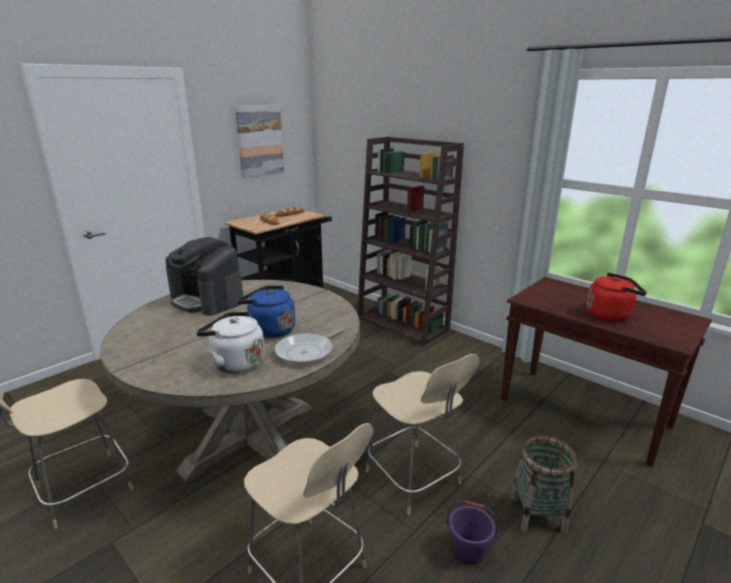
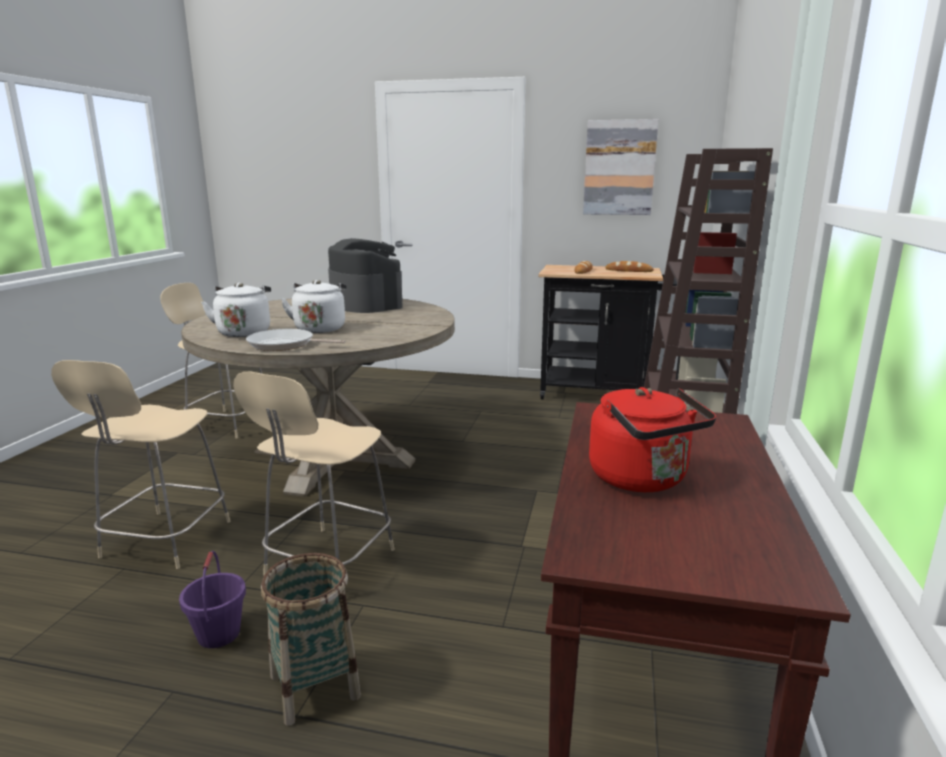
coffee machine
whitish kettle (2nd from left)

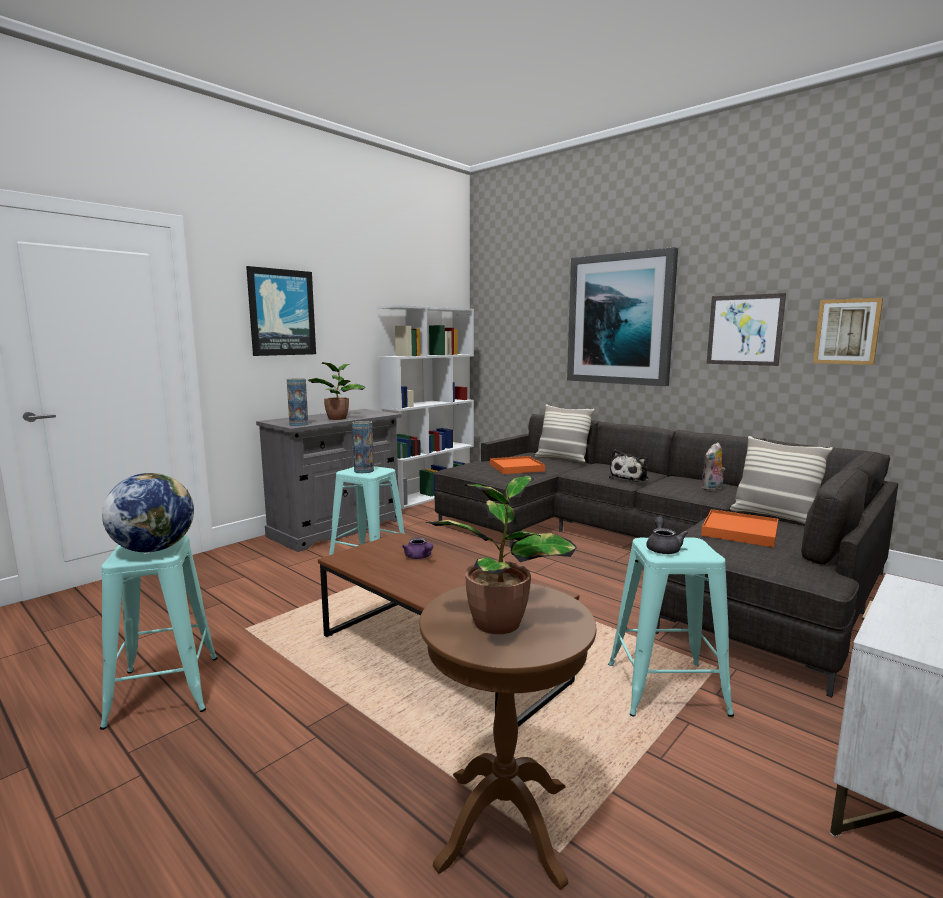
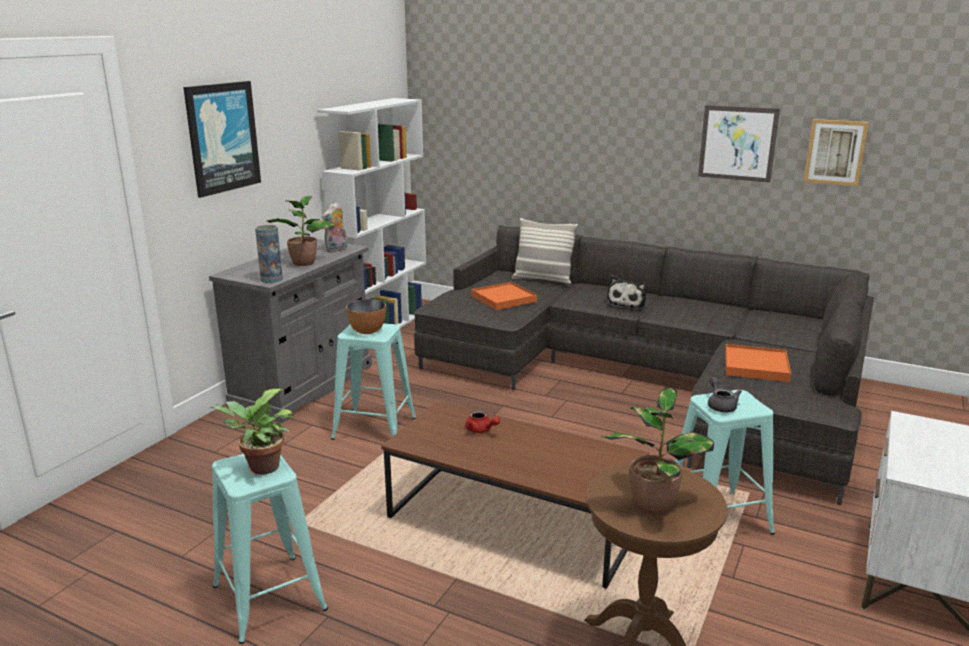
houseplant (1st from left)
bowl
reddish pot for tea
wall art (2nd from left in the first image)
plush toy (1st from left)
throw pillow (2nd from left in the first image)

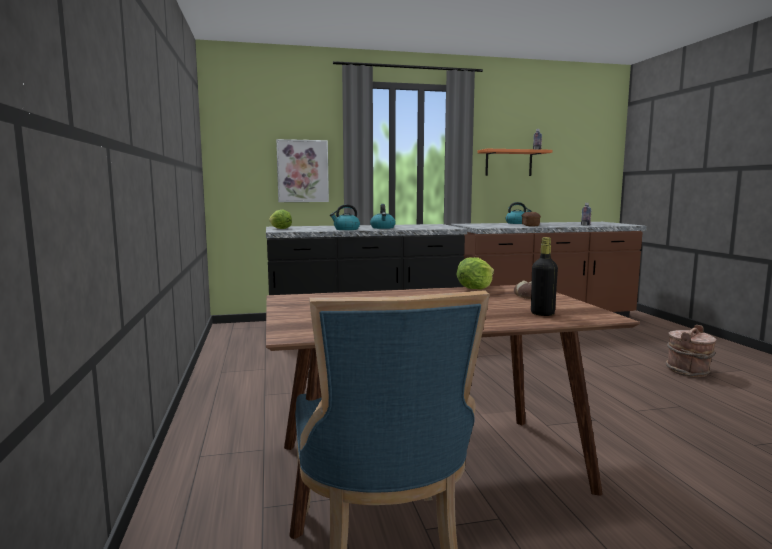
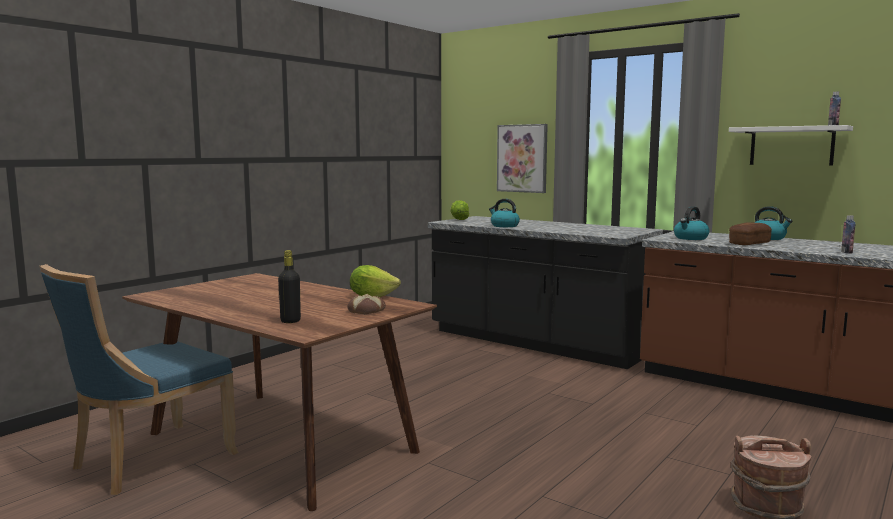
kettle (2nd from left)
whitish wall shelf

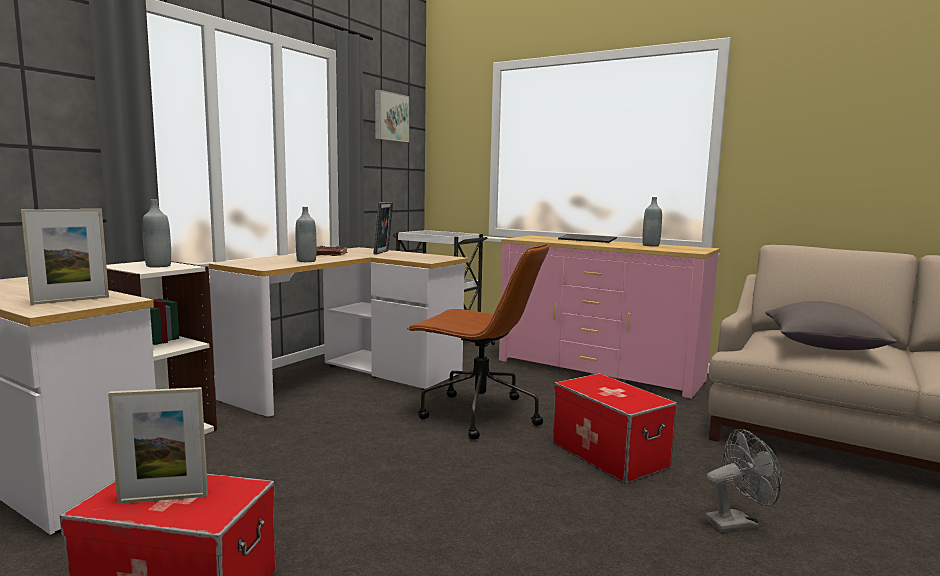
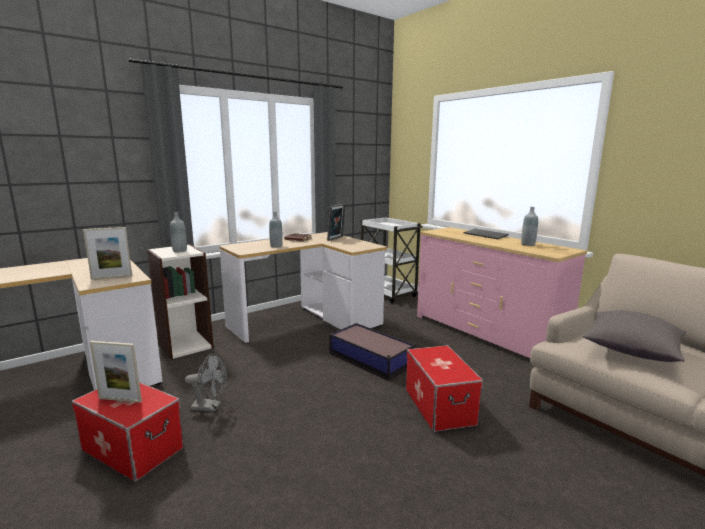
wall art
storage box (2nd from left)
grey fan

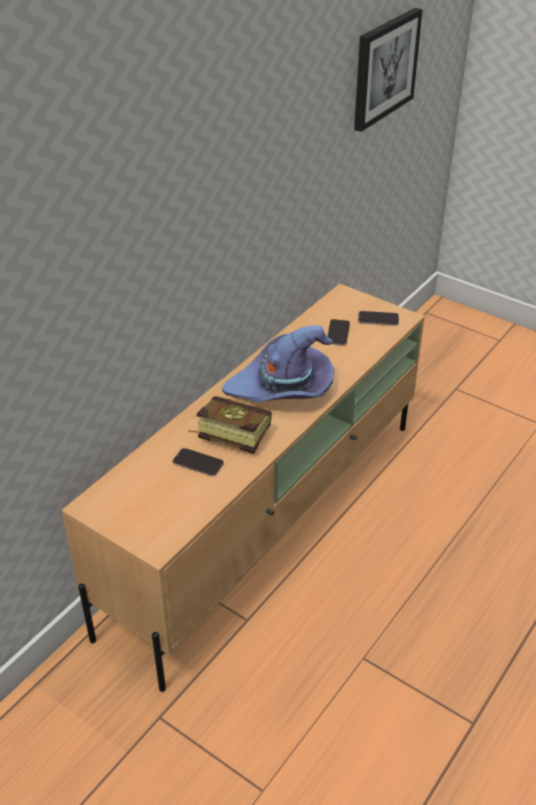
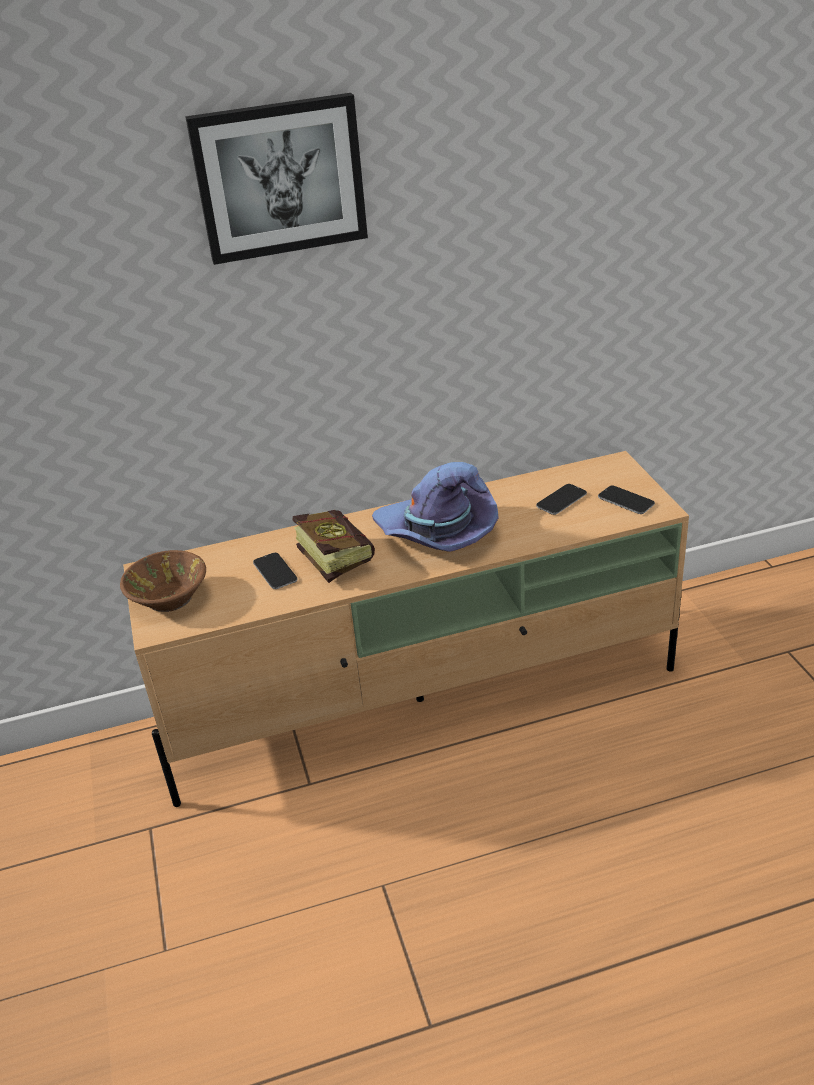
wall art
brownish bowl

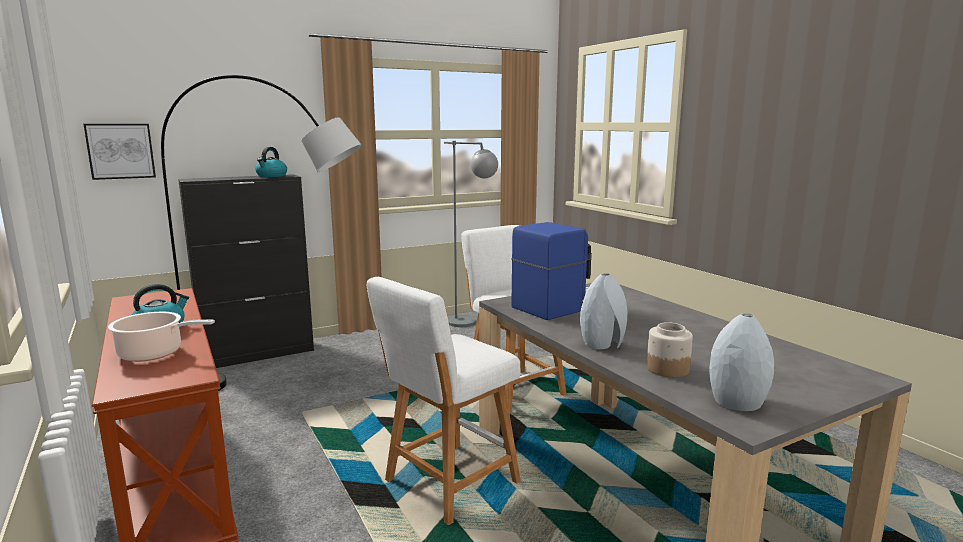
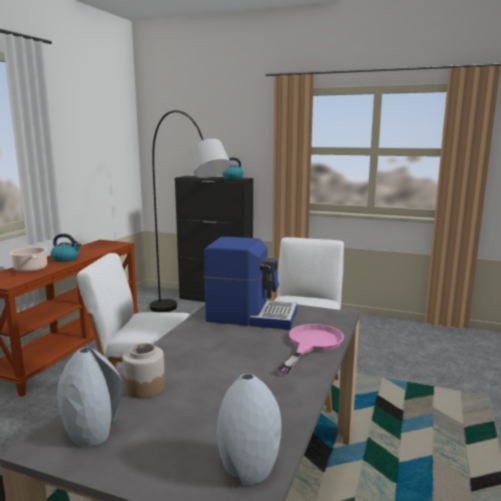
wall art
grey floor lamp (2nd from left in the first image)
grey vase (2nd from left)
pinkish skillet

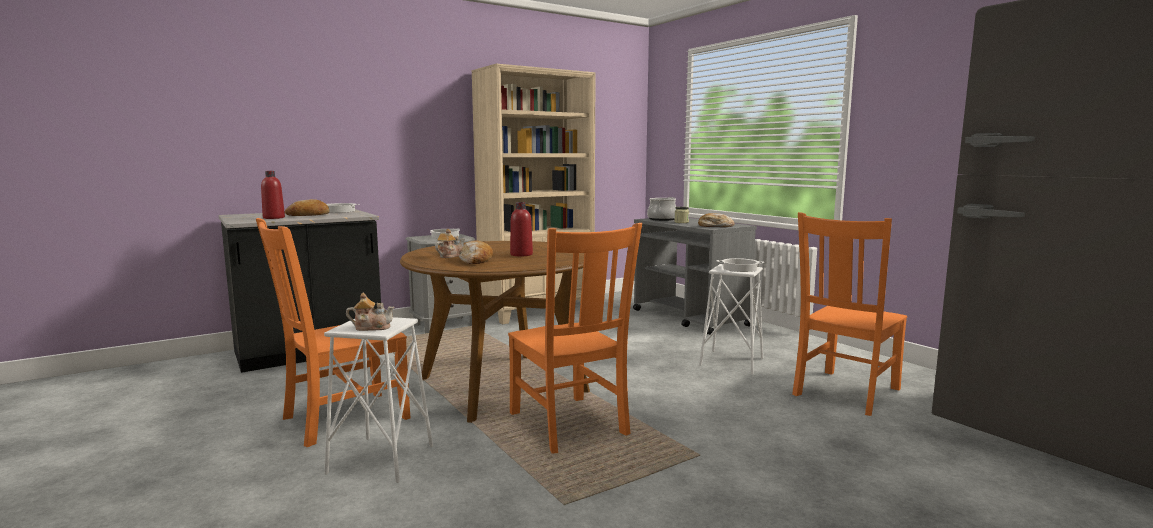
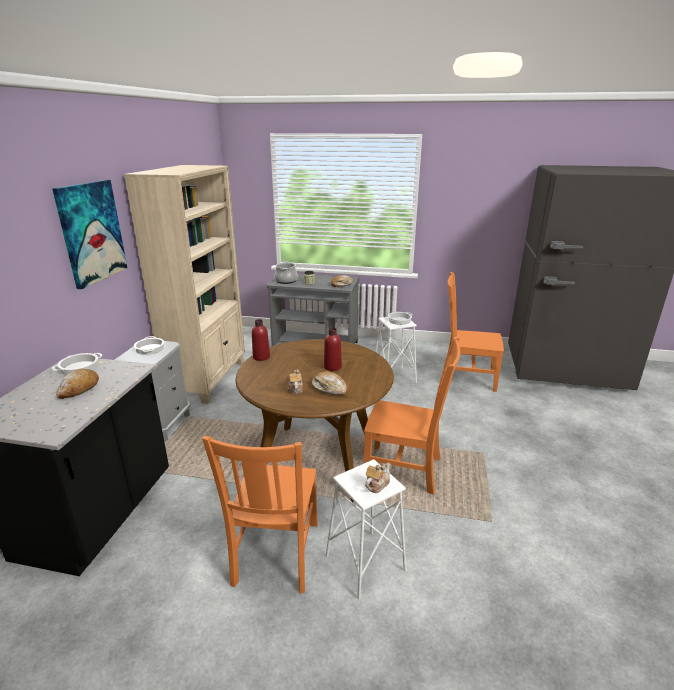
reddish drink bottle (1st from left)
orange-coloured plain chair (3rd from left)
wall art

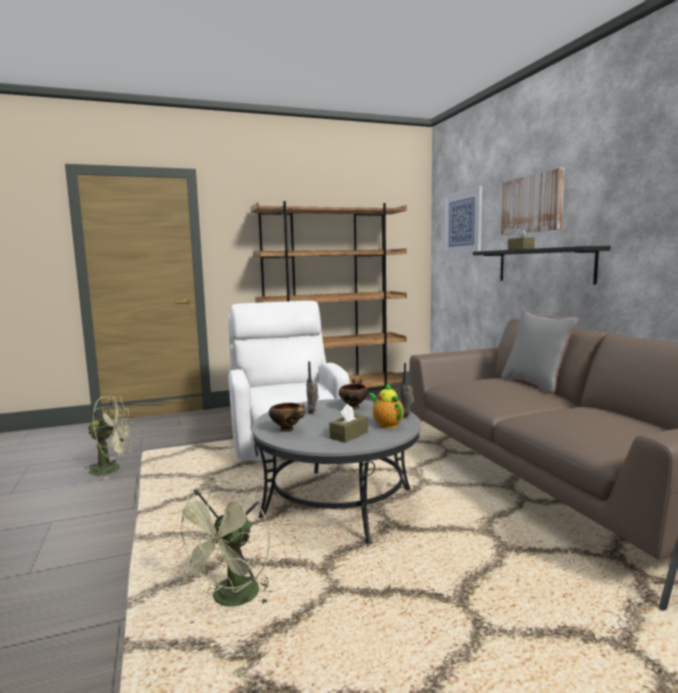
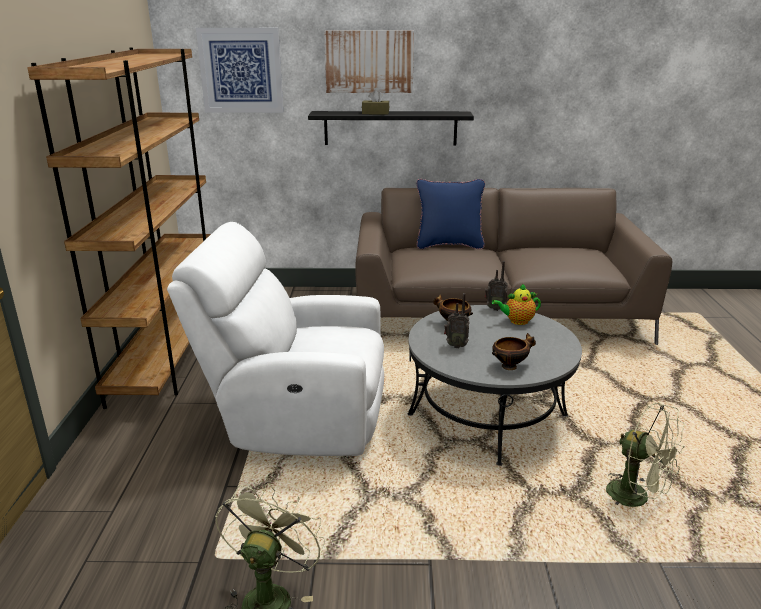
brownish box of tissues (1st from left in the first image)
blue throw pillow

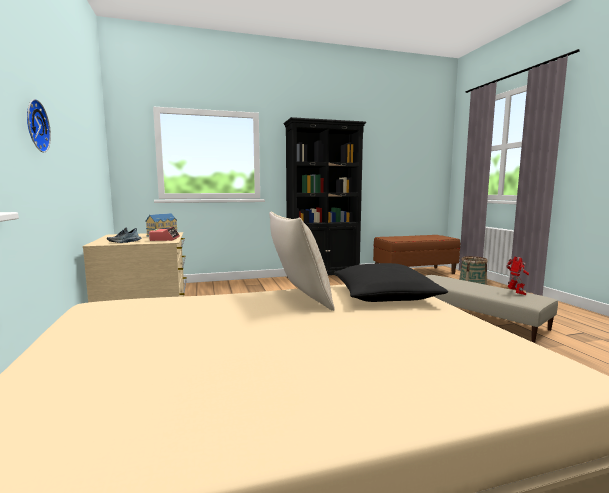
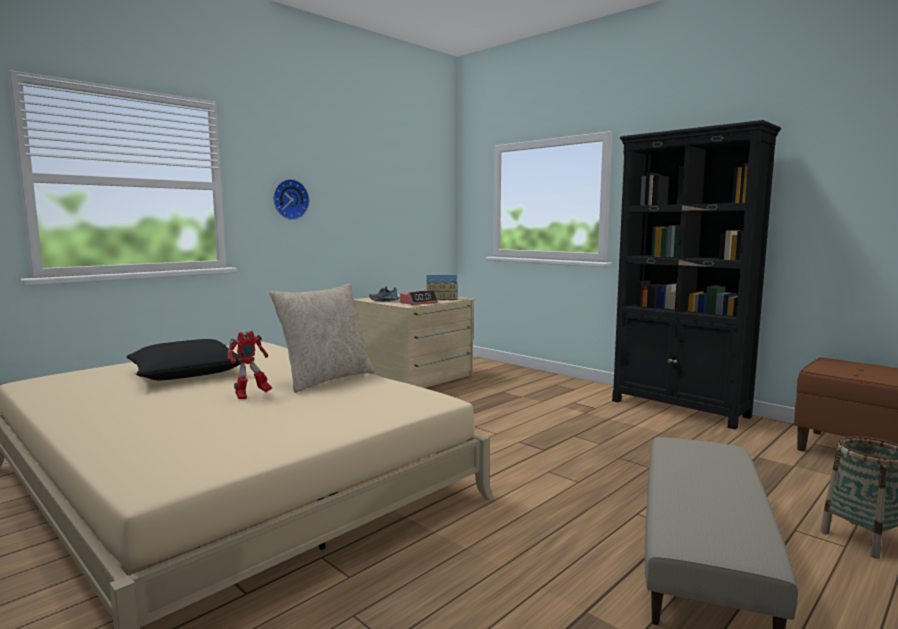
blackish throw pillow
model robot

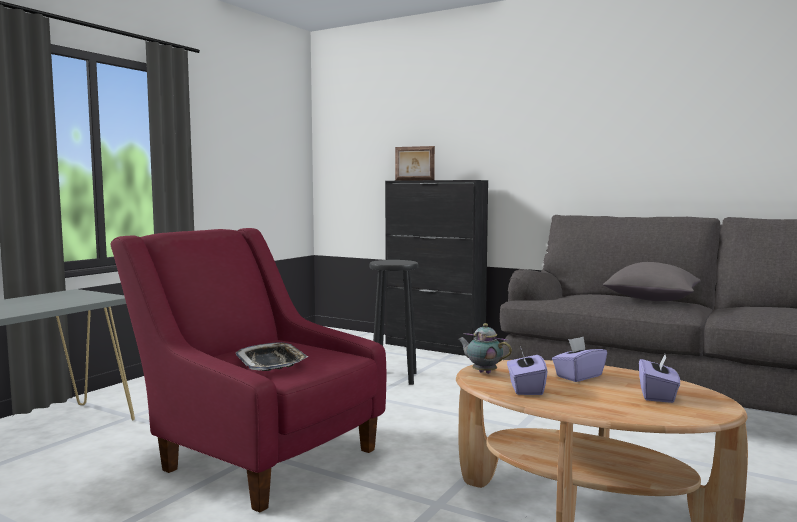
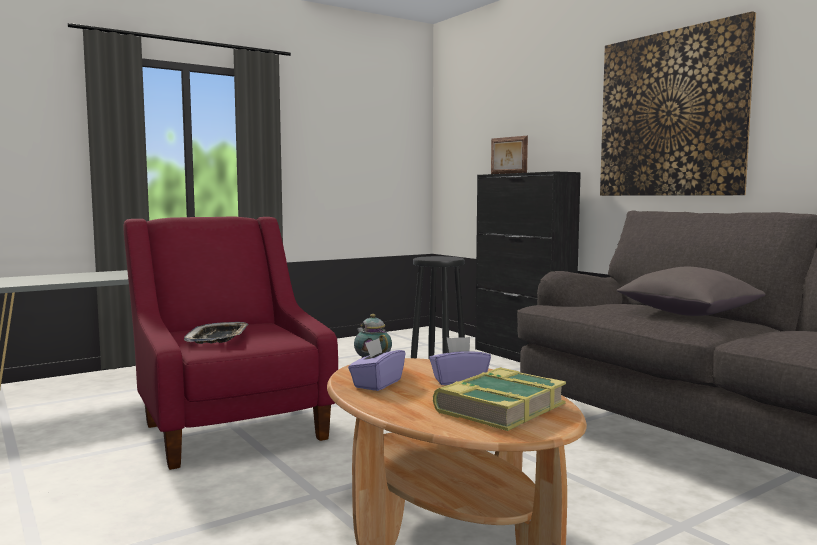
book
wall art

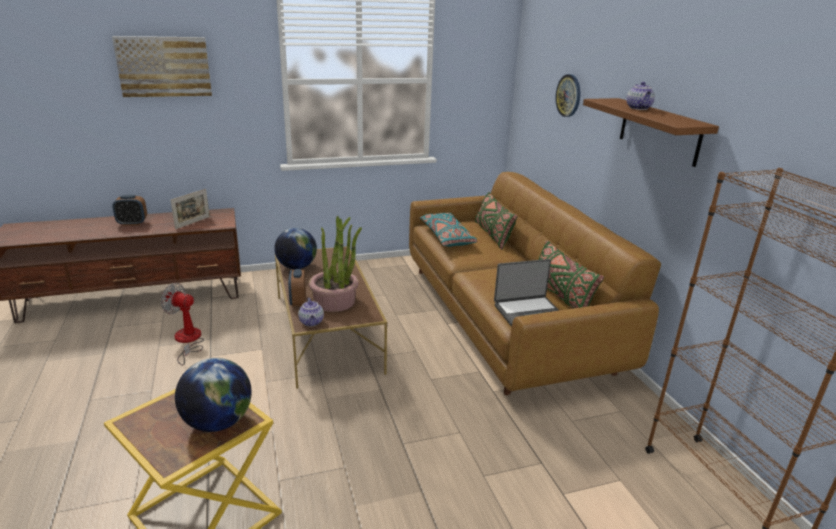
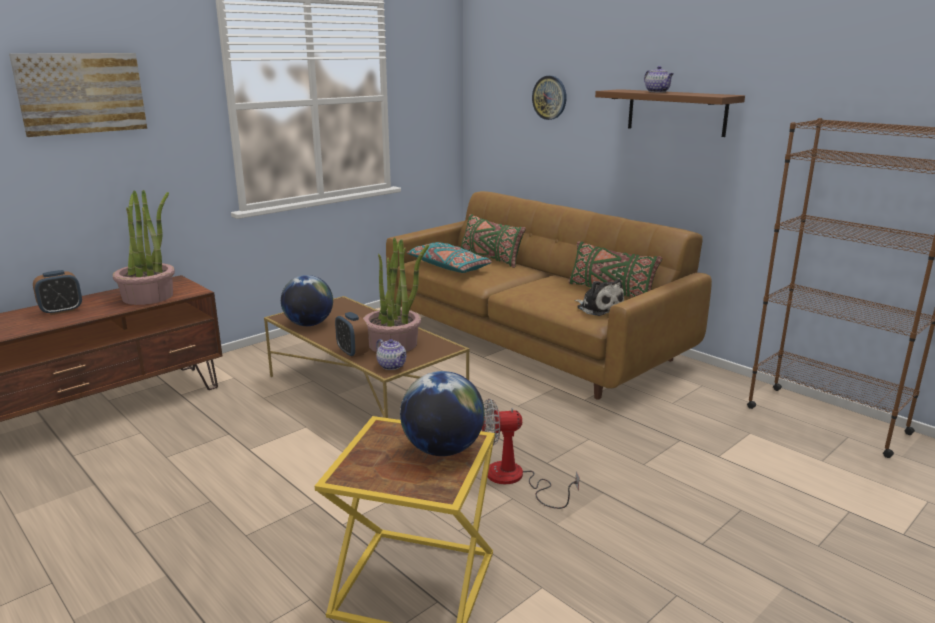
fan
houseplant (1st from left)
plush toy

